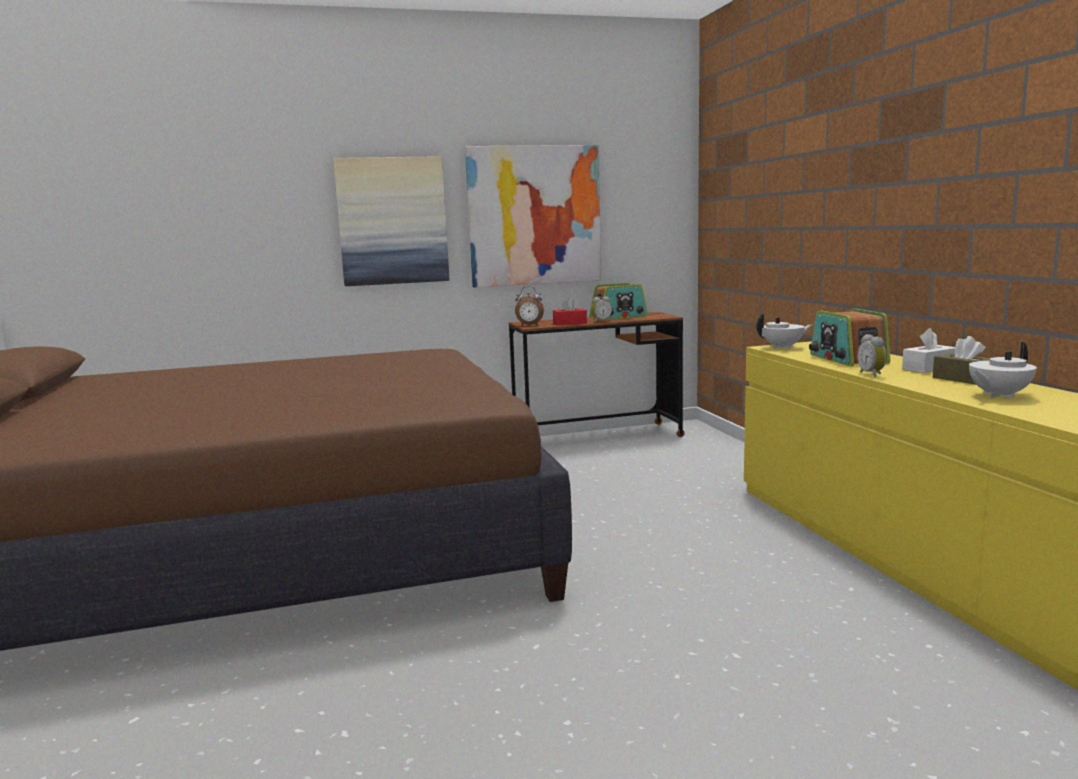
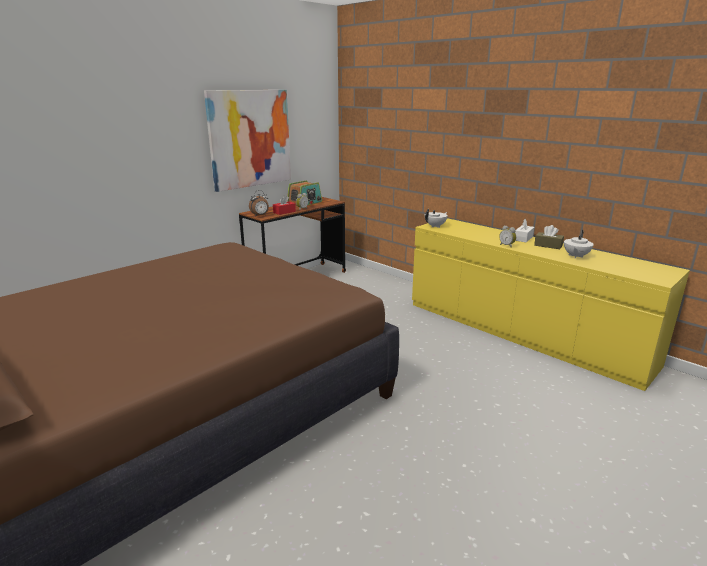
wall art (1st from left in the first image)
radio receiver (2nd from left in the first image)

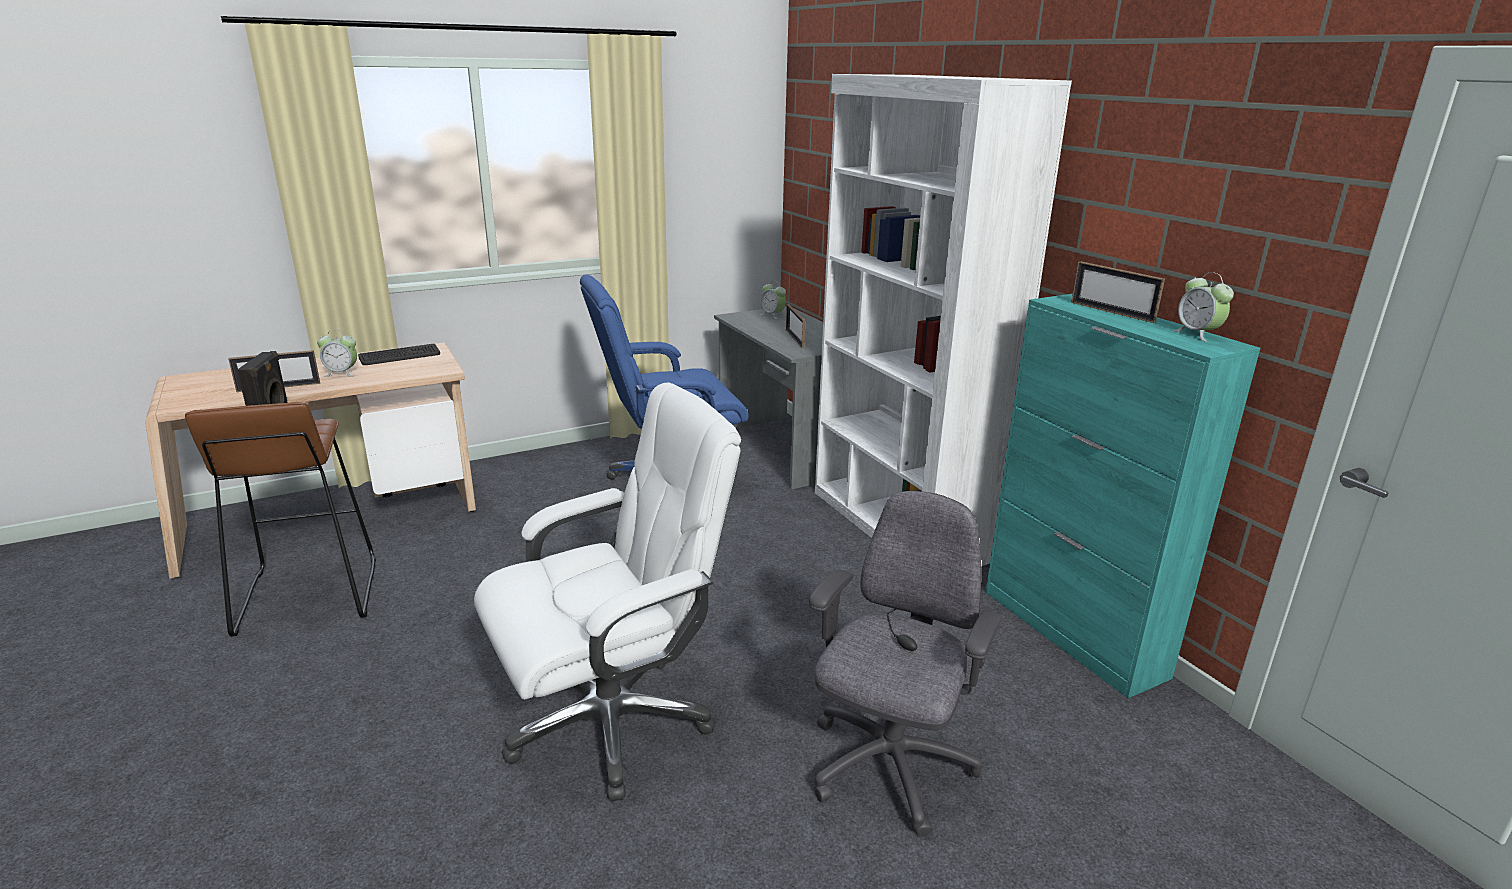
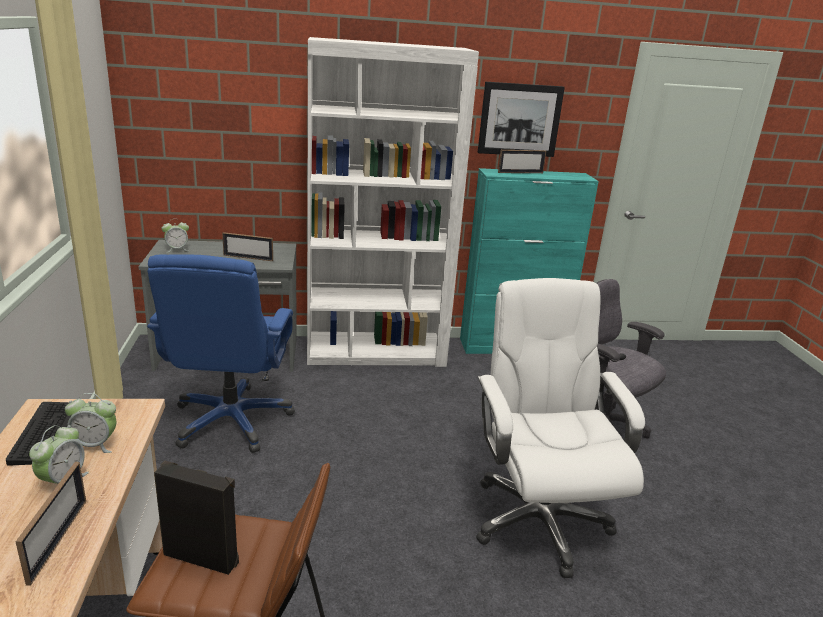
bedside clock (2nd from left)
wall art

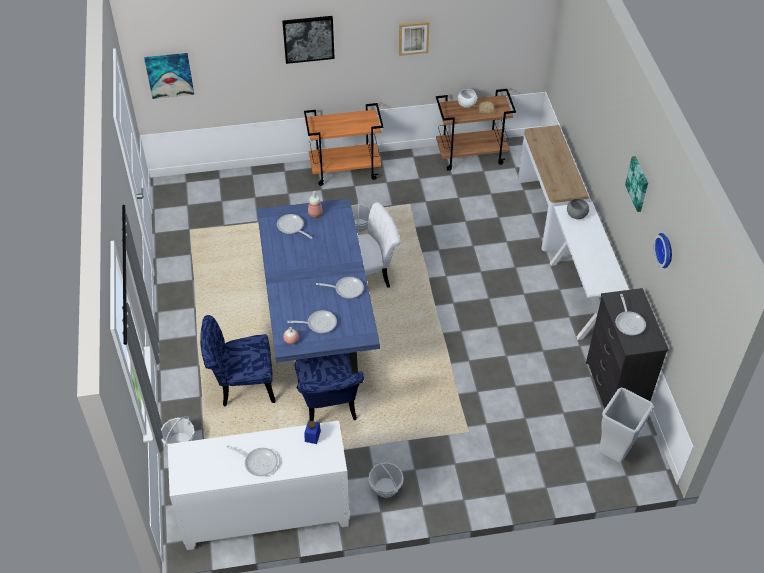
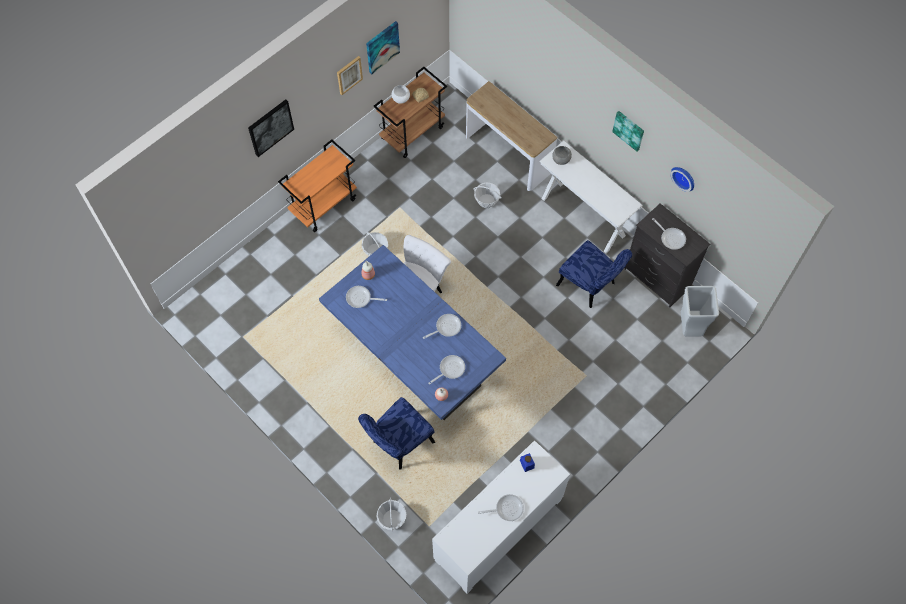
wall art (3rd from left)
blue plain chair (2nd from left)
household basket (3rd from left)

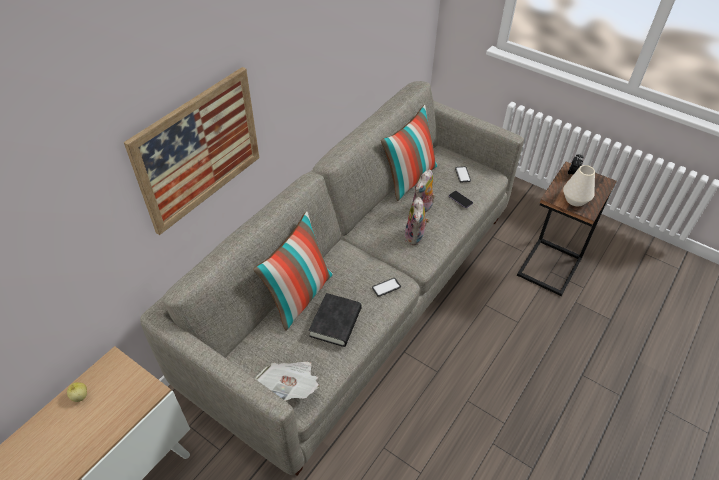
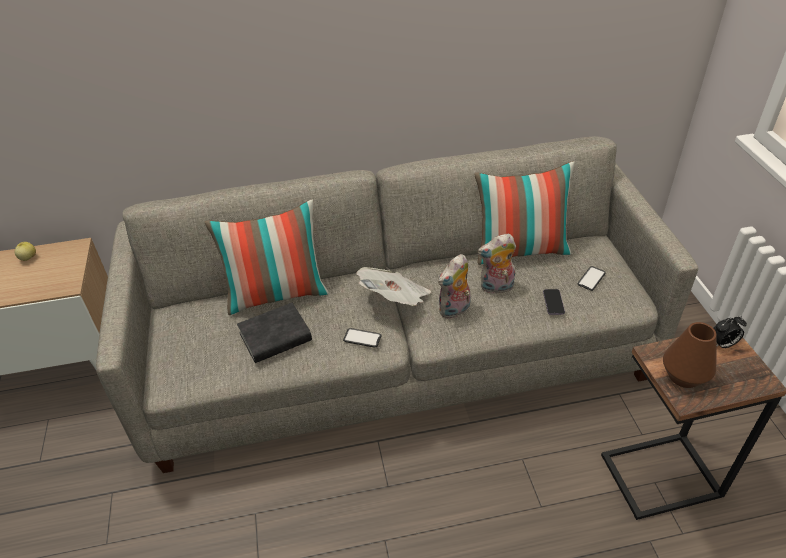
wall art
daily paper
brownish vase

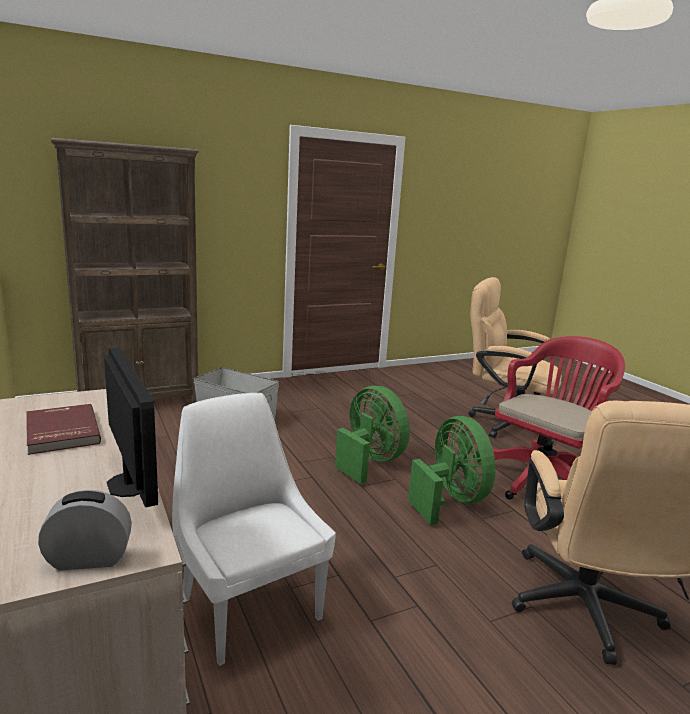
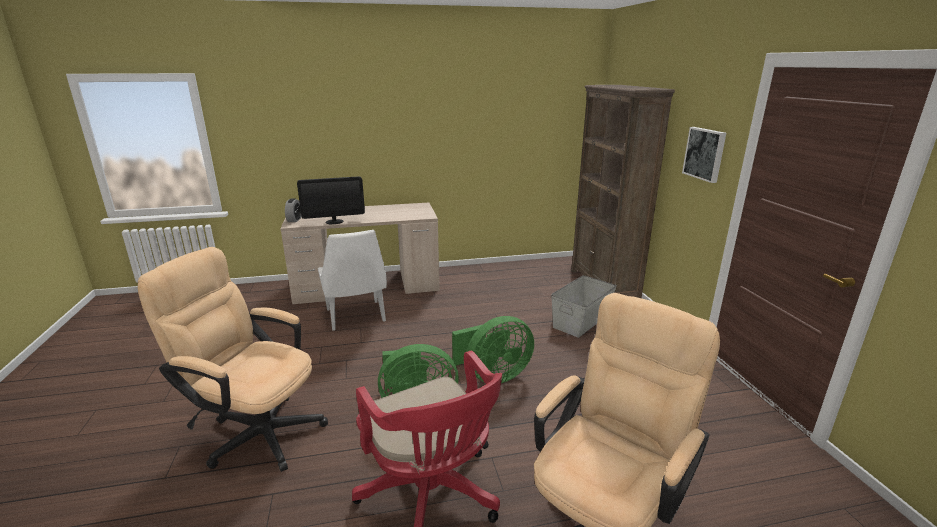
reddish book
whitish plain chair
wall art

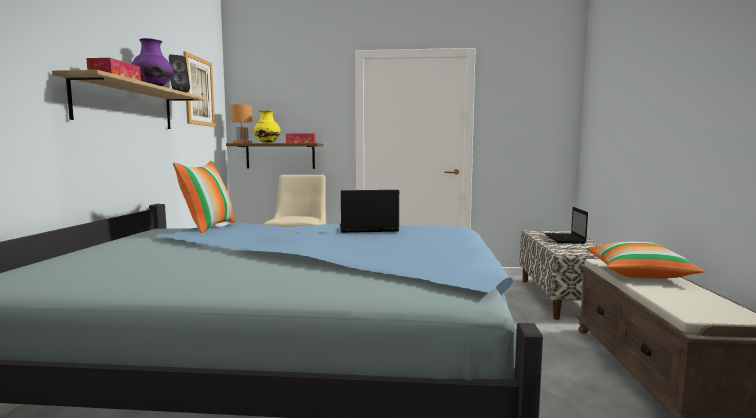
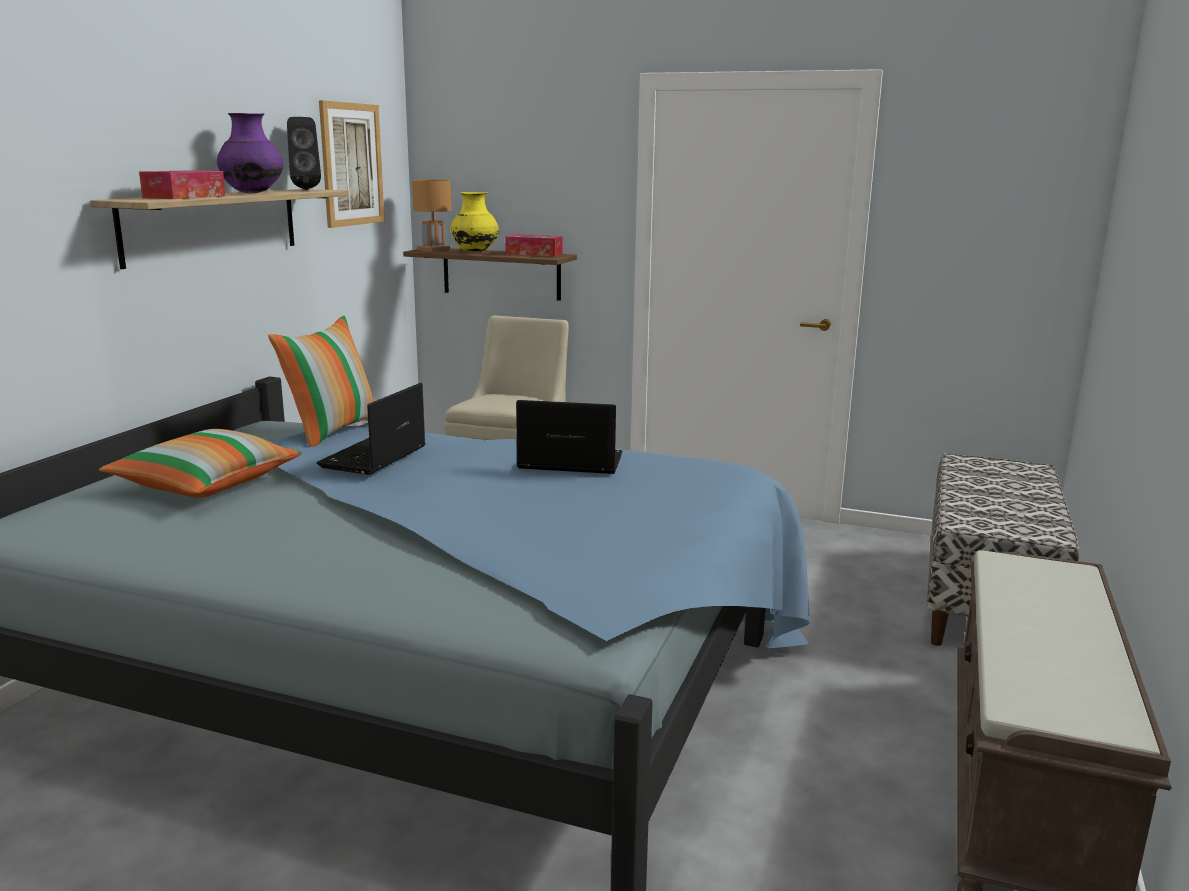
laptop (1st from left)
throw pillow (1st from left)

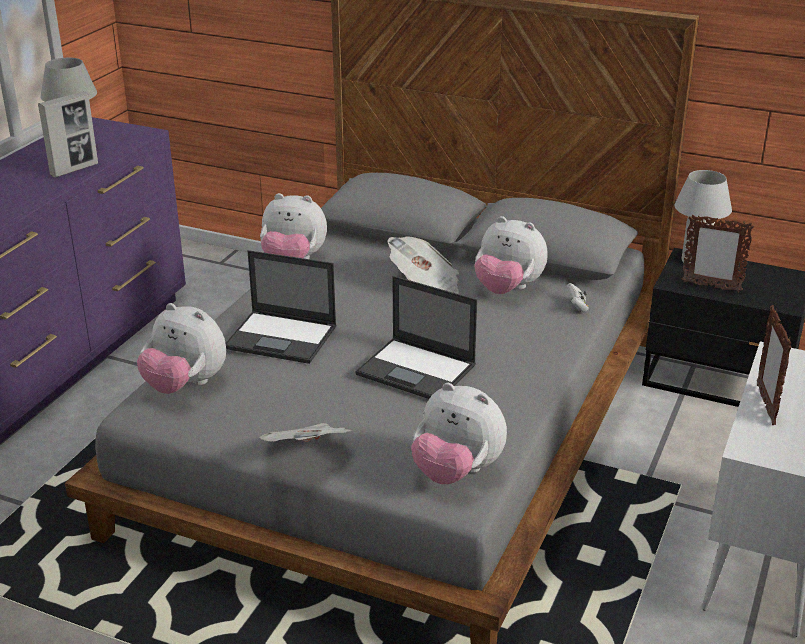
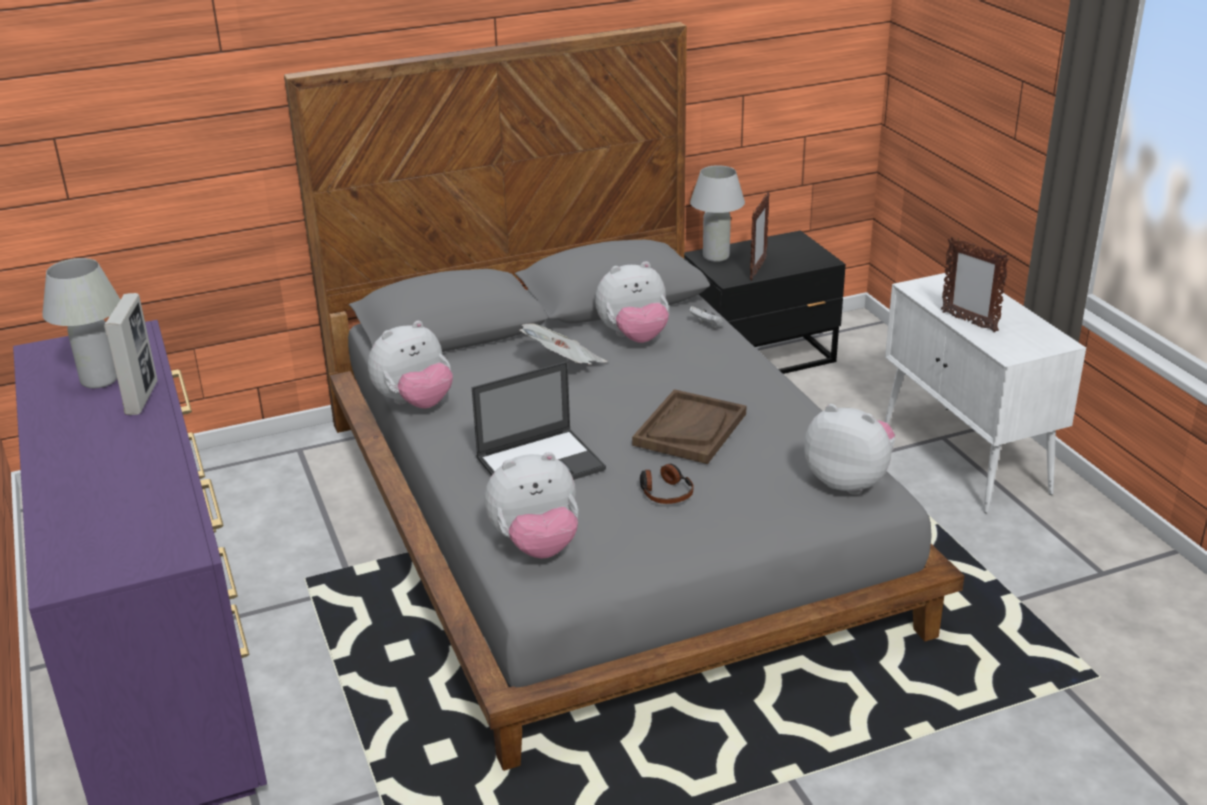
daily paper (1st from left in the first image)
brownish serving tray
plush toy (4th from left)
standing frame (2nd from left)
headphones

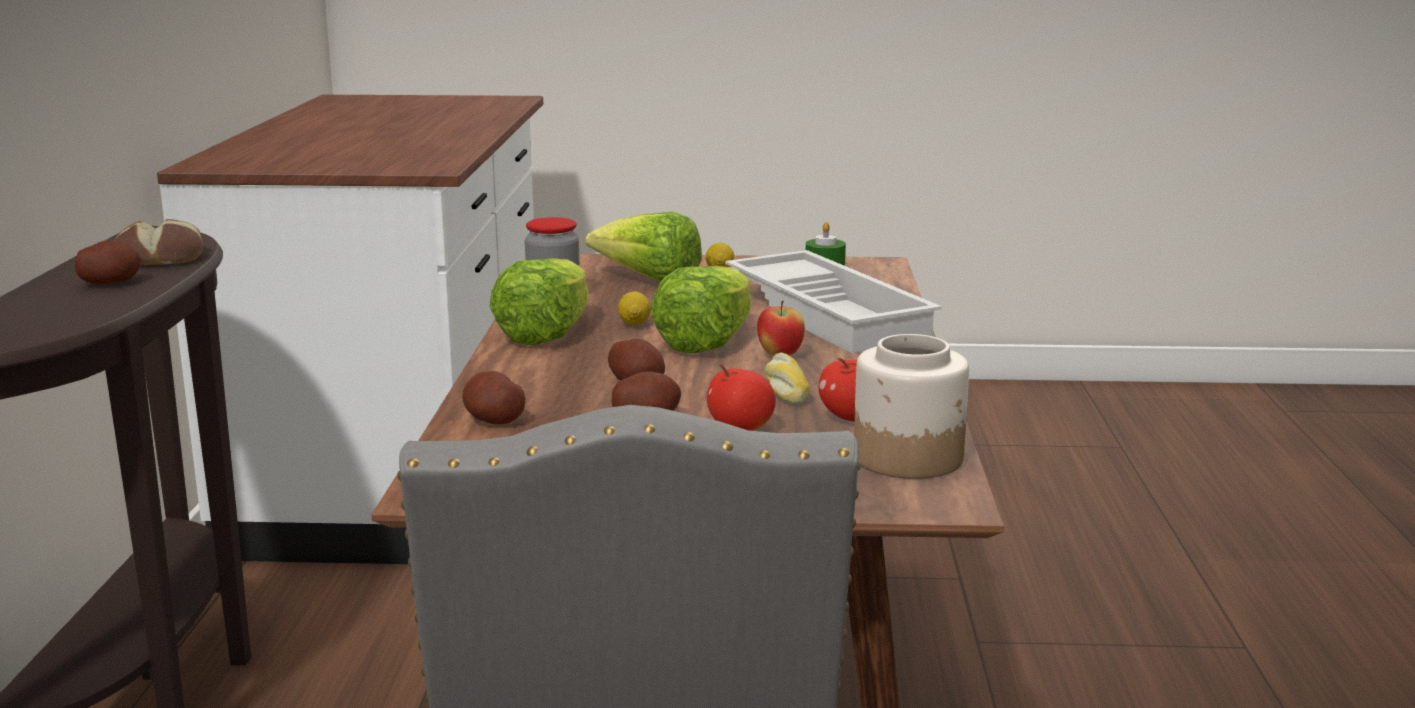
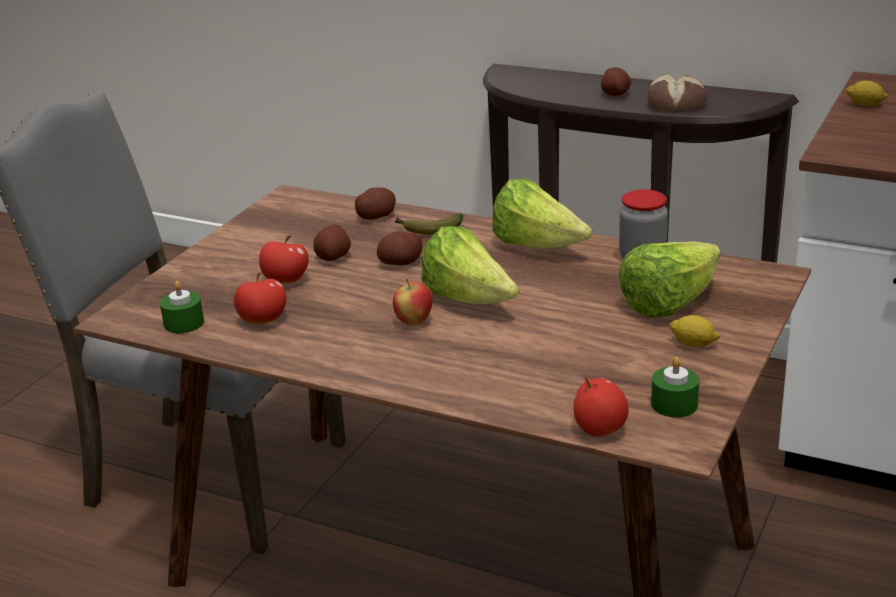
citrus fruit (2nd from left)
whitish serving tray
bread (2nd from left in the first image)
greenish wax light (1st from left)
banana
whole apple (4th from left)

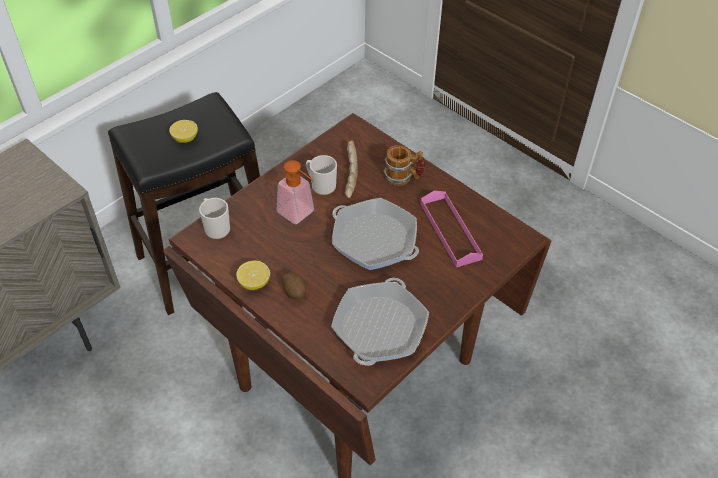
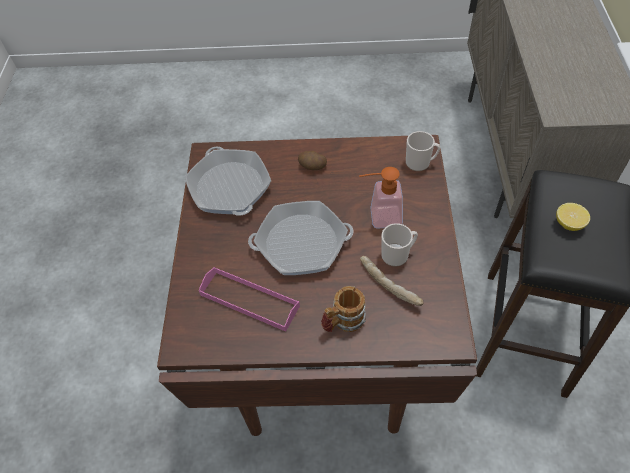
citrus fruit (2nd from left in the first image)

